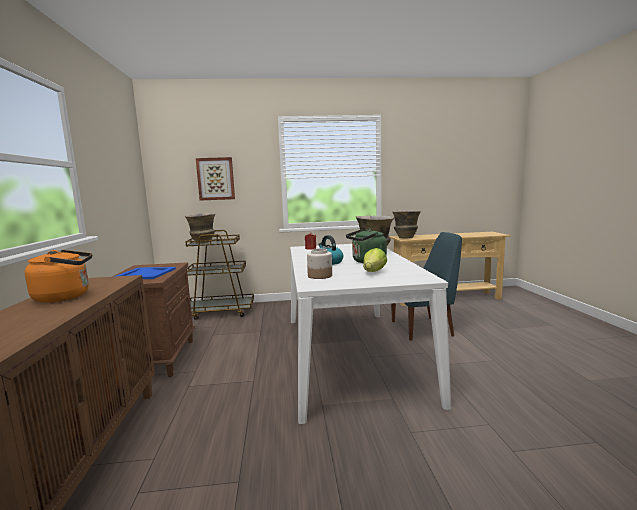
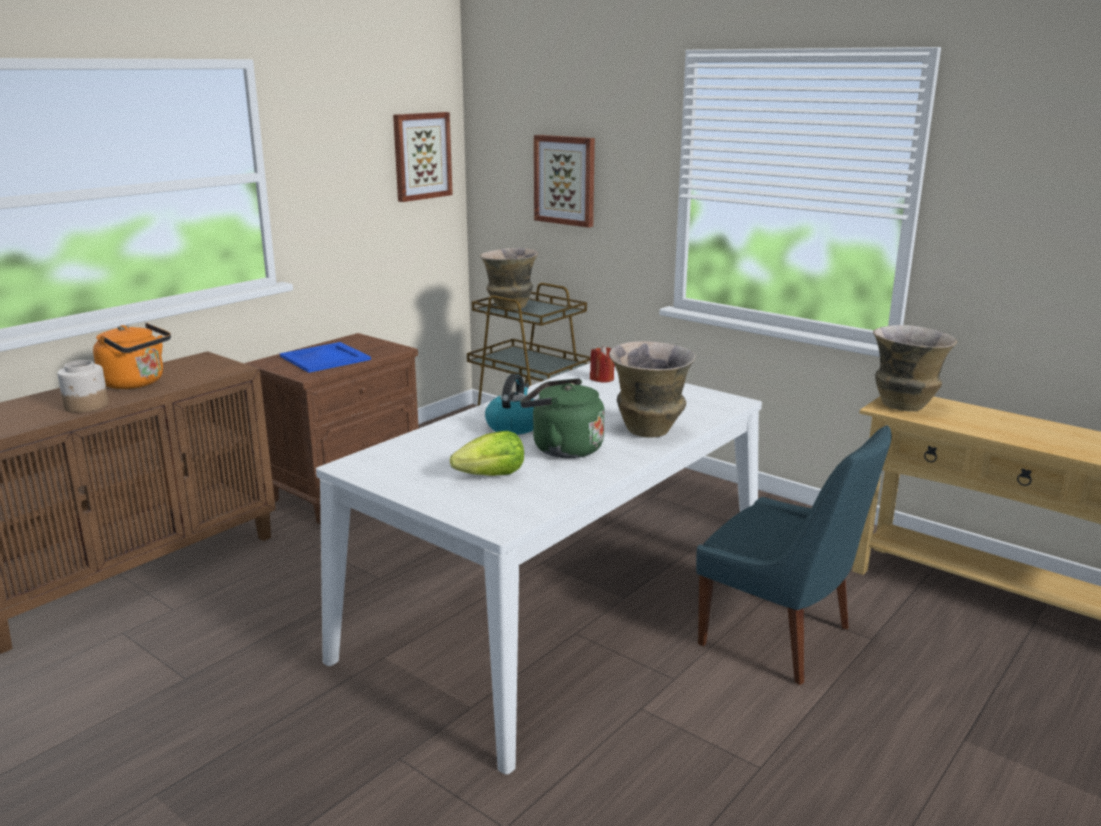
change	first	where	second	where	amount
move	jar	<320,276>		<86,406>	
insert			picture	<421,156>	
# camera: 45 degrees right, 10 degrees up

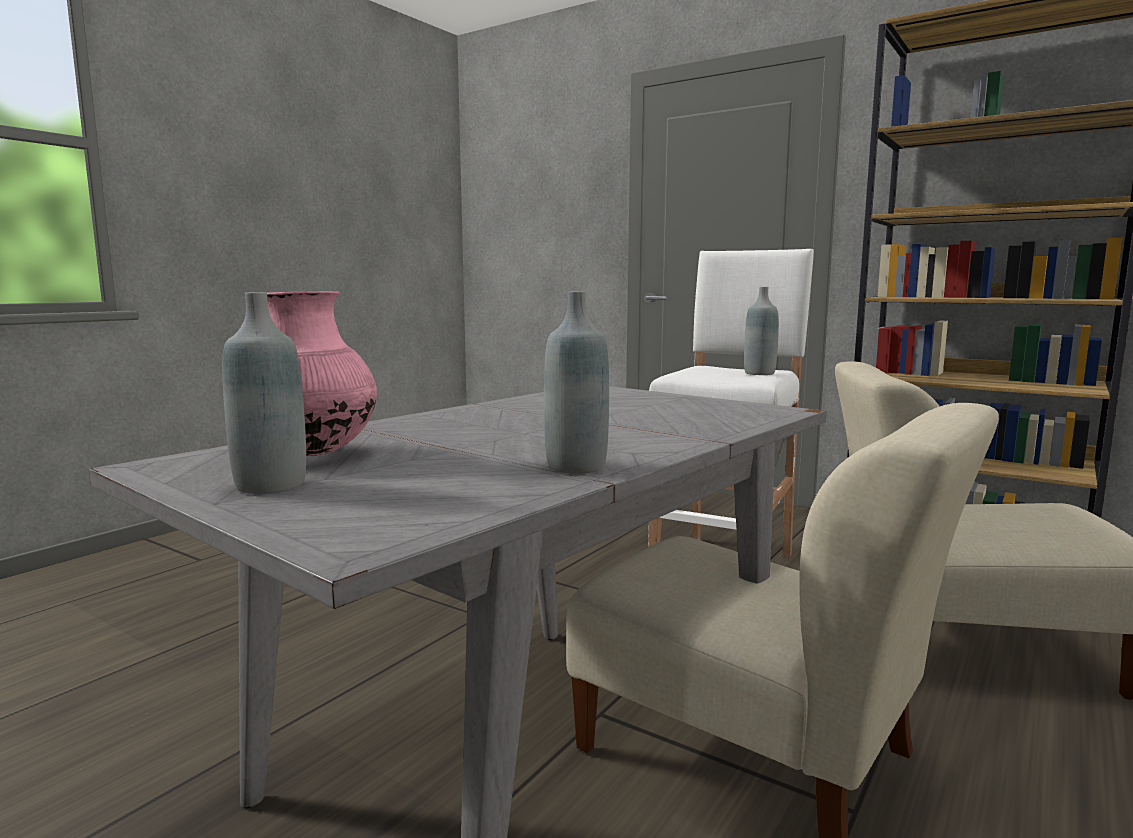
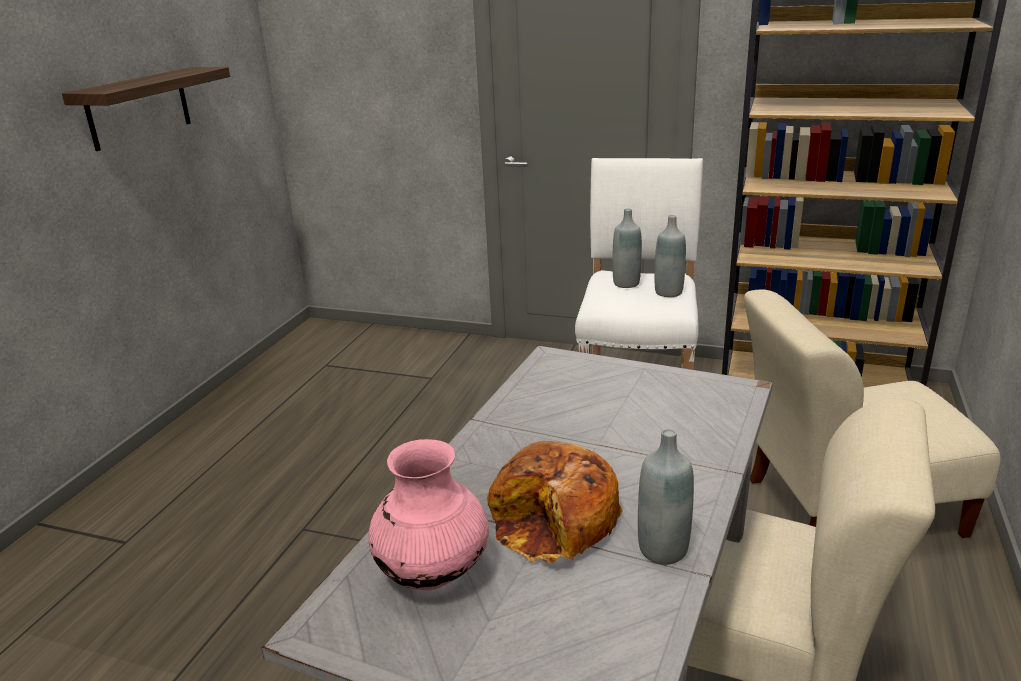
change	first	where	second	where	amount
insert			shelf	<139,108>	
insert			bread	<555,521>	
move	grey bottle	<270,485>		<626,283>	
# camera: 15 degrees left, 15 degrees up

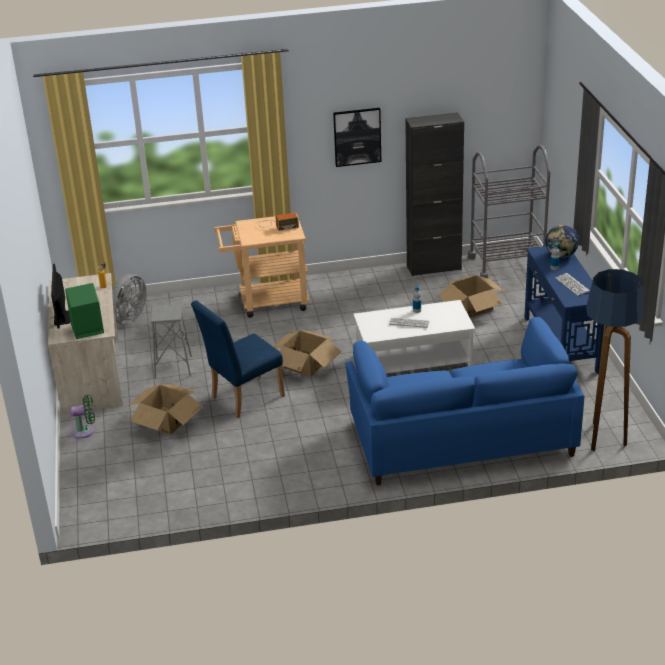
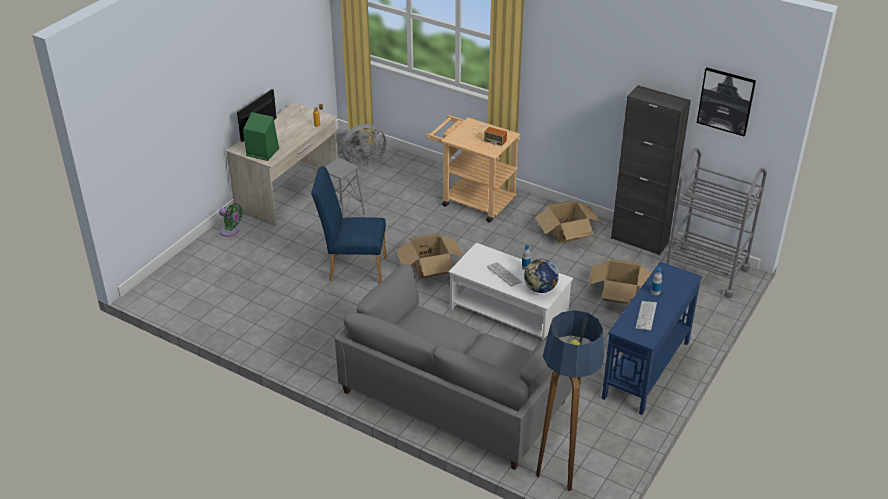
change	first	where	second	where	amount
recolor	blue sofa	<461,437>	grey sofa	<454,396>	
move	globe	<561,255>		<540,289>	
move	cardboard box	<166,420>		<567,232>	
move	picture	<357,136>		<726,101>	
# camera: 40 degrees right, 5 degrees up

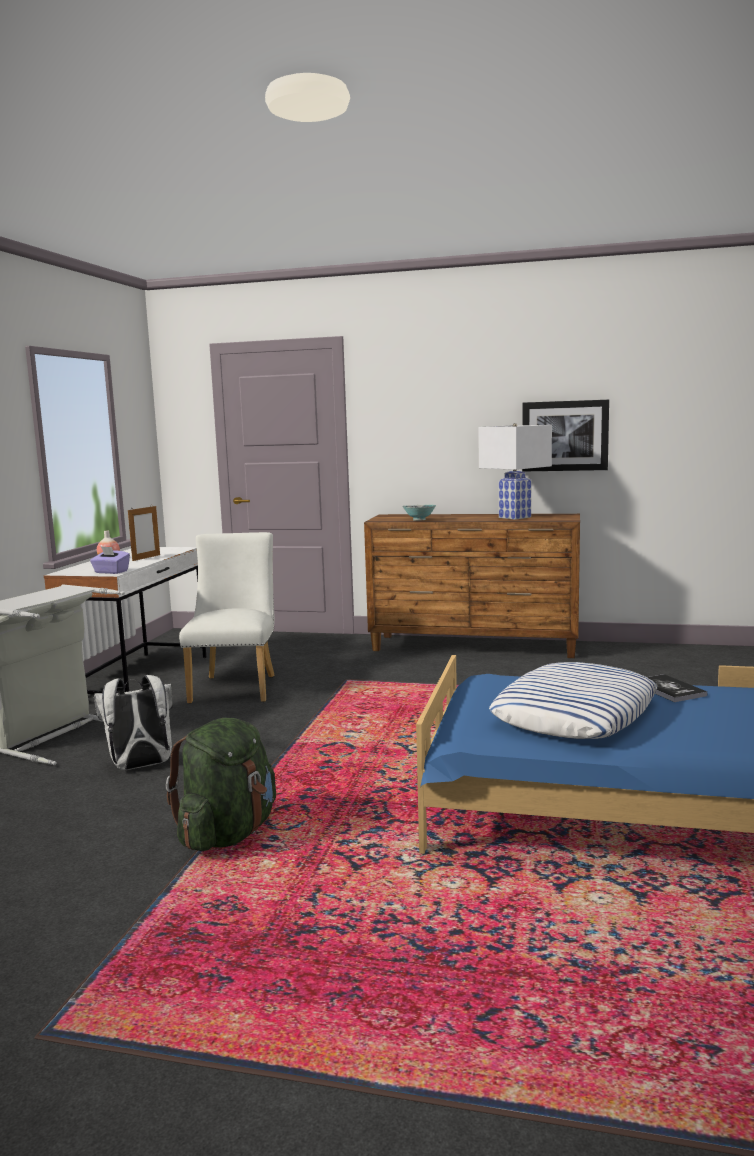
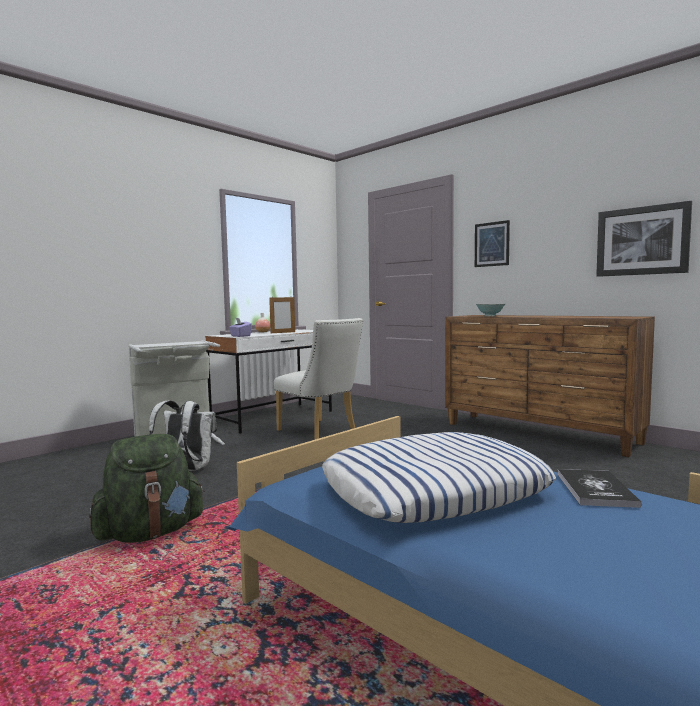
change	first	where	second	where	amount
rotate	white chair	<236,687>		<321,432>	105 degrees clockwise
insert			picture	<491,244>	
delete	white table lamp	<514,517>			
# camera: 30 degrees right, 5 degrees down

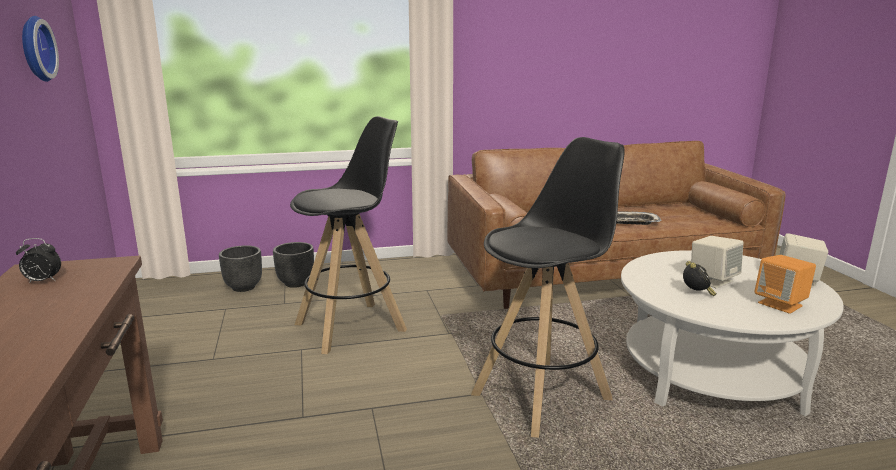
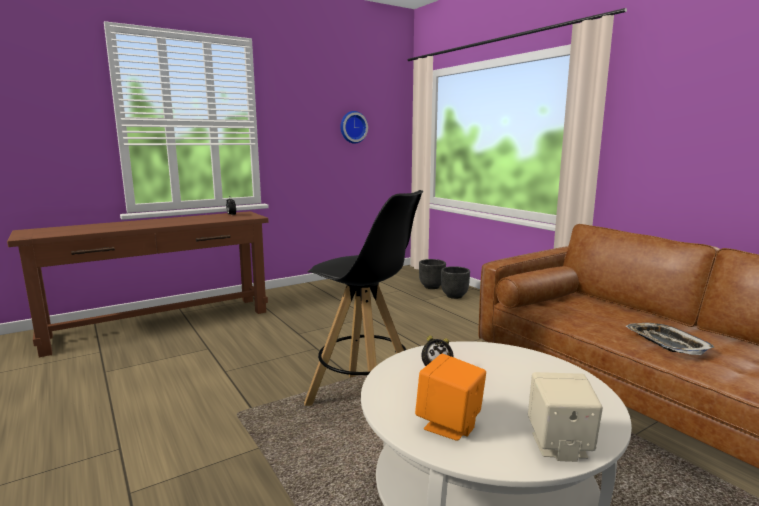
change	first	where	second	where	amount
delete	black stool	<352,327>			
delete	beige speaker	<713,281>			
# camera: 70 degrees right, 5 degrees down

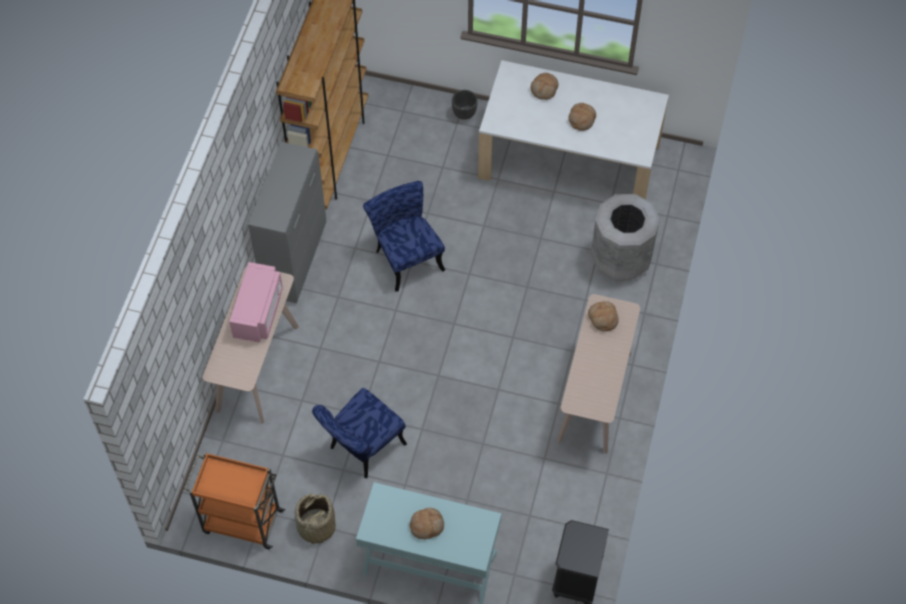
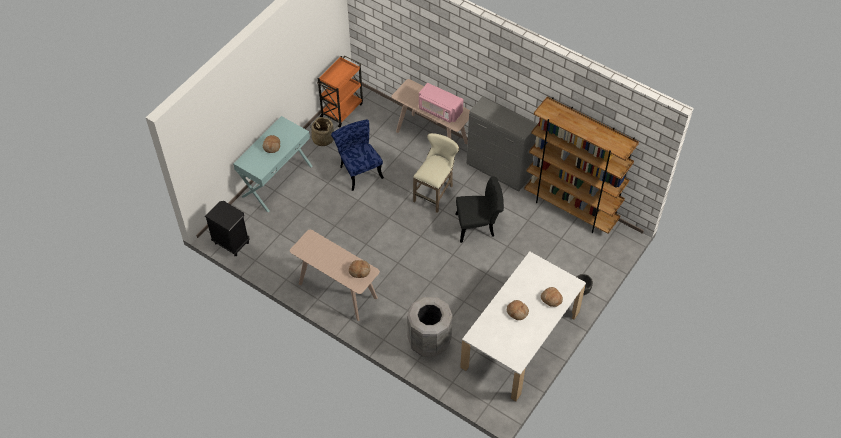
change	first	where	second	where	amount
insert			beige stool	<435,192>	
recolor	blue chair	<406,256>	black chair	<478,226>	
# camera: 110 degrees right, 5 degrees down

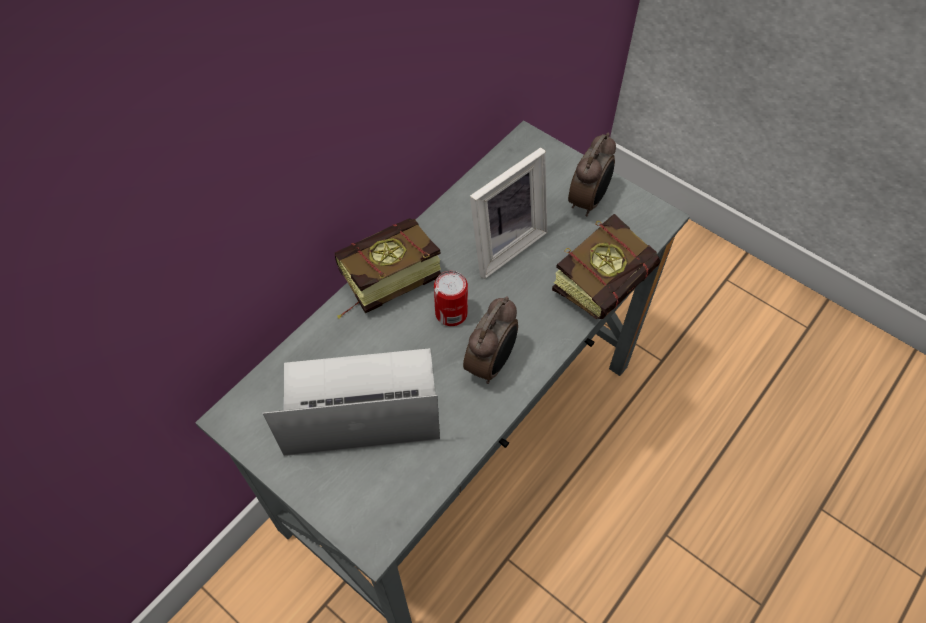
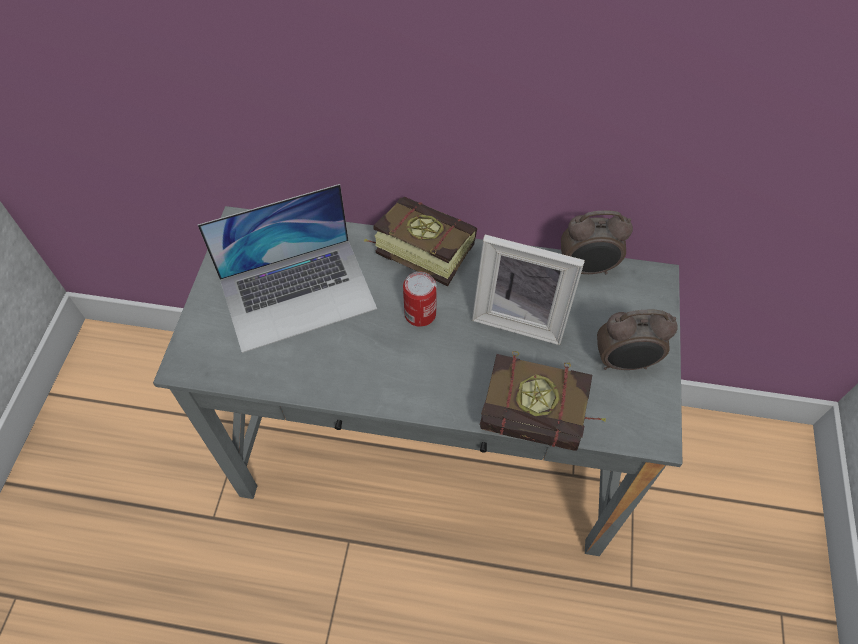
change	first	where	second	where	amount
rotate	laptop	<359,401>		<298,293>	105 degrees clockwise
move	alarm clock	<491,363>		<587,269>	
# camera: 60 degrees right, 0 degrees up

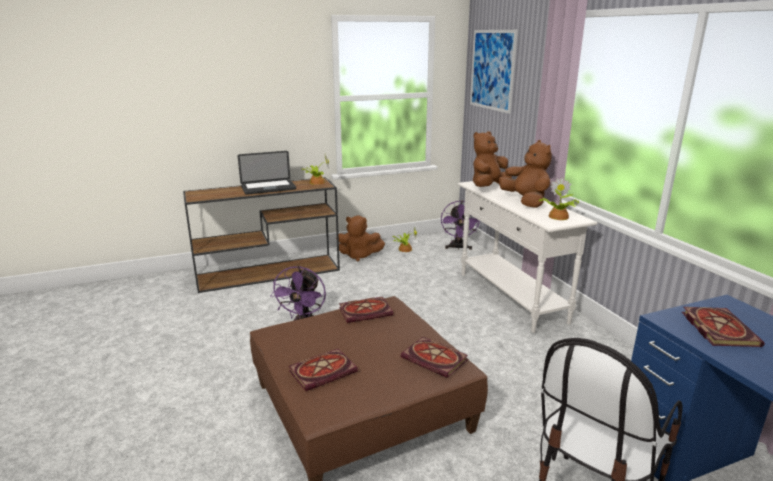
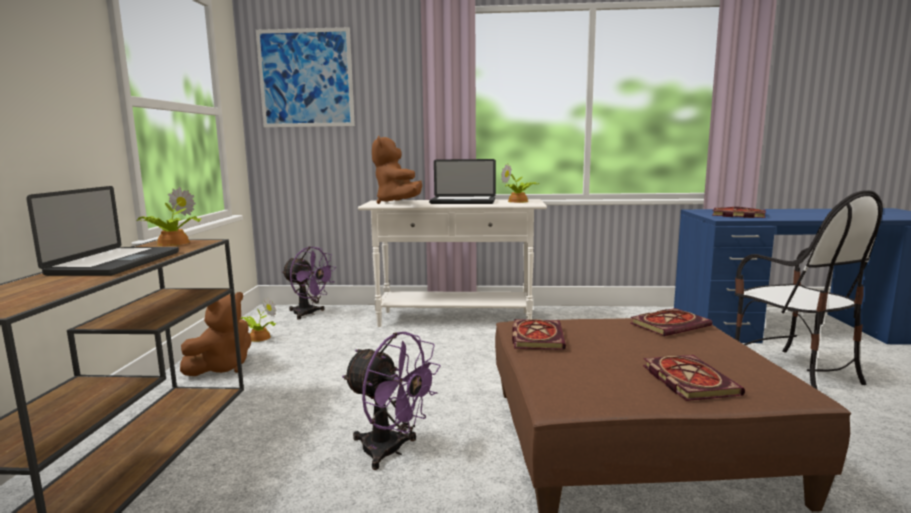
change	first	where	second	where	amount
replace	brown plush toy	<525,201>	laptop	<463,202>	
# camera: 65 degrees left, 10 degrees down

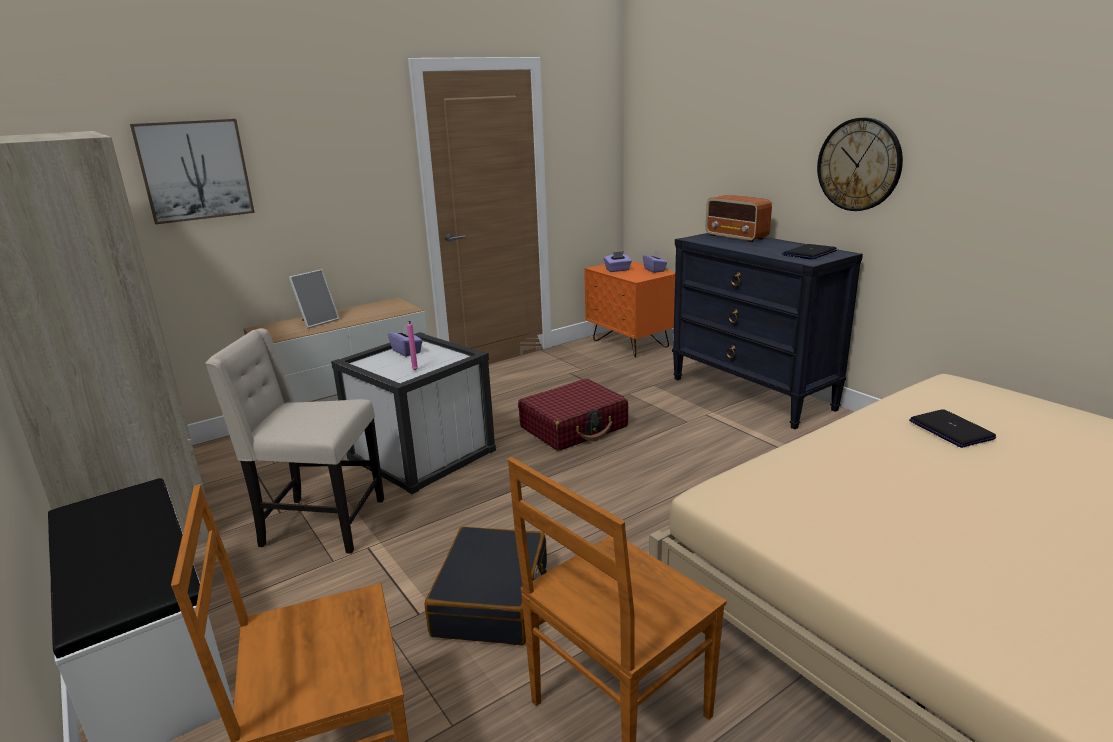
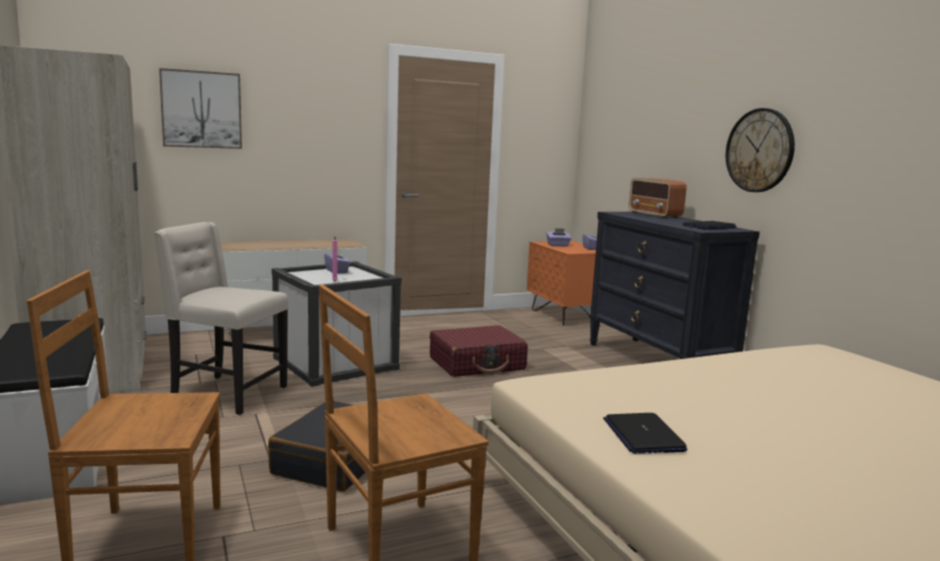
change	first	where	second	where	amount
move	laptop	<950,430>		<643,435>	
delete	picture frame	<317,321>			
# camera: 10 degrees right, 10 degrees down

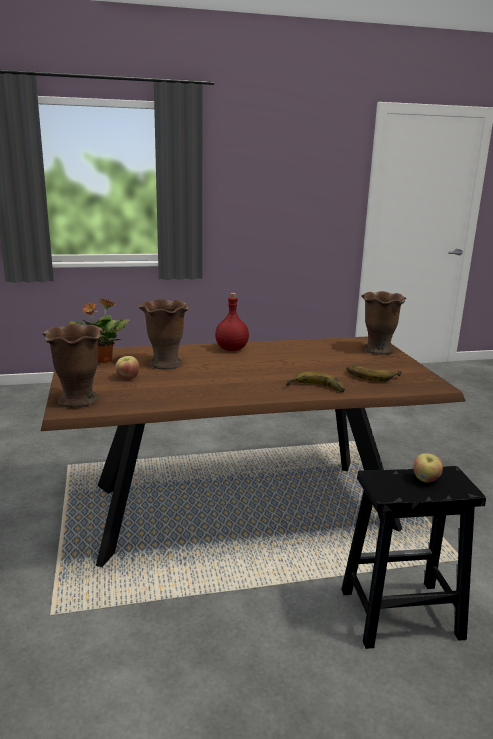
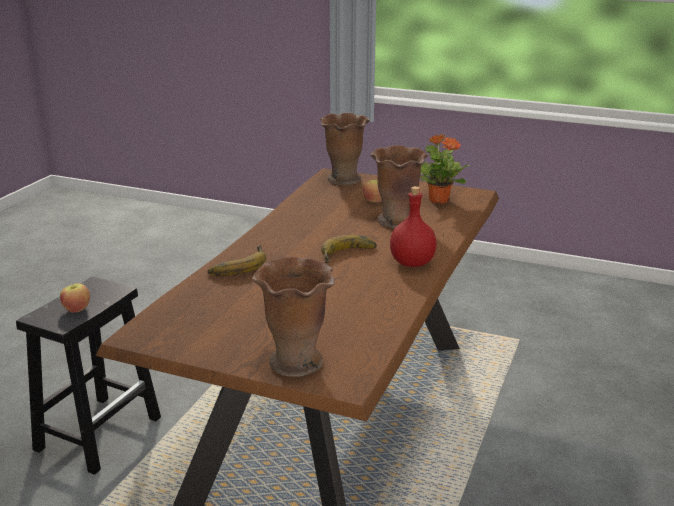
change	first	where	second	where	amount
move	banana	<372,375>		<349,255>	
# camera: 125 degrees right, 5 degrees up

